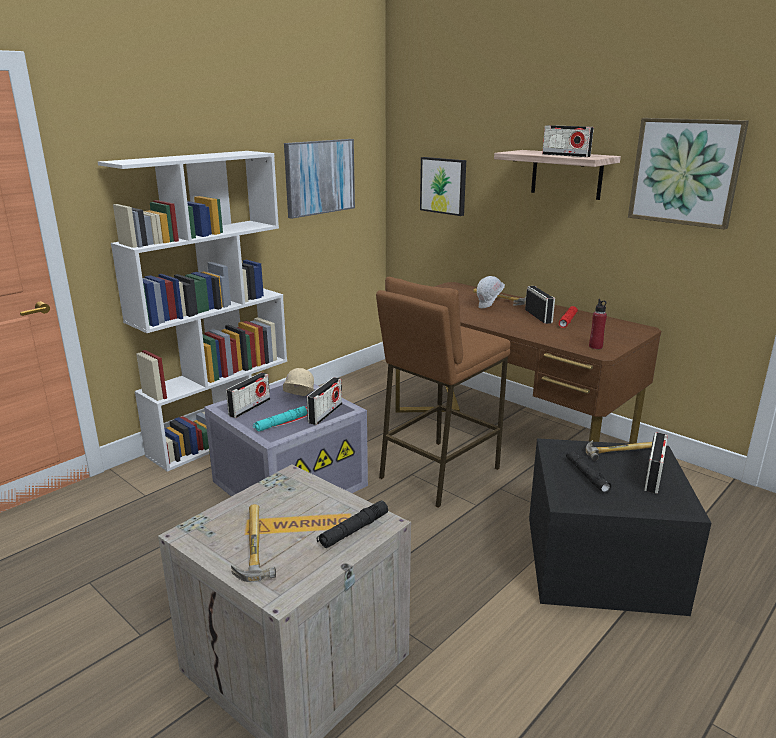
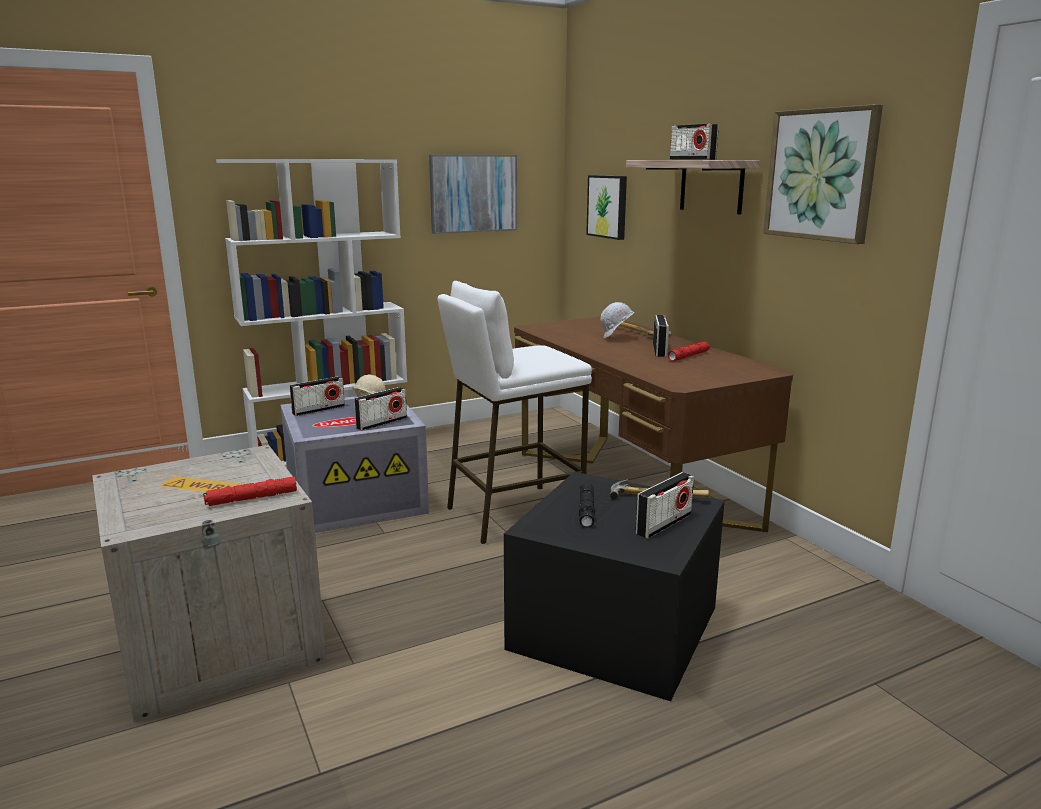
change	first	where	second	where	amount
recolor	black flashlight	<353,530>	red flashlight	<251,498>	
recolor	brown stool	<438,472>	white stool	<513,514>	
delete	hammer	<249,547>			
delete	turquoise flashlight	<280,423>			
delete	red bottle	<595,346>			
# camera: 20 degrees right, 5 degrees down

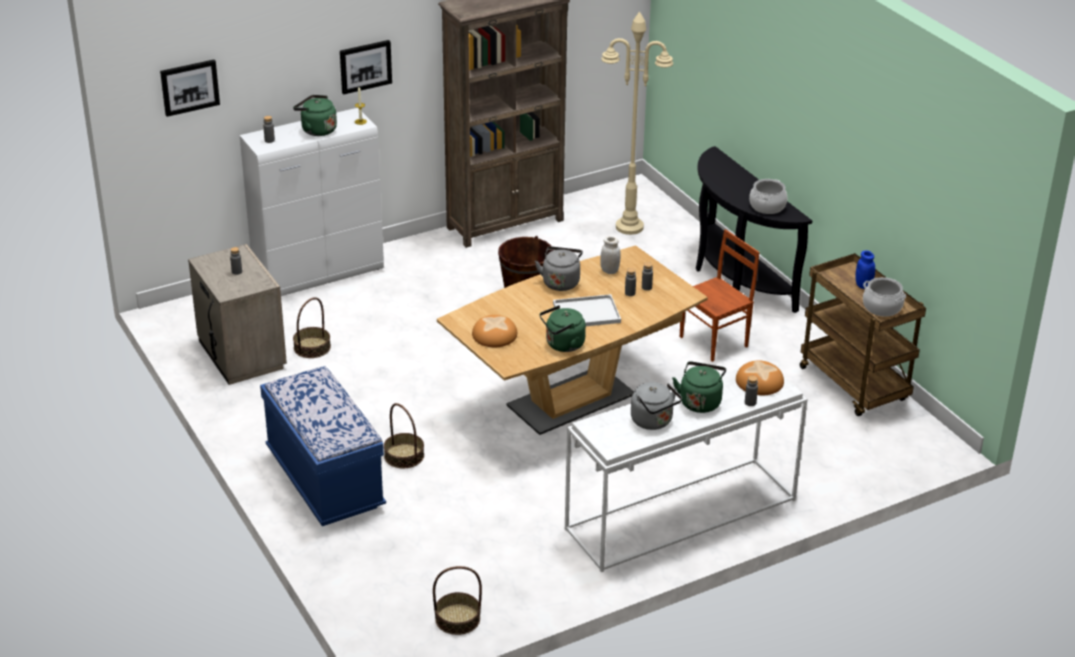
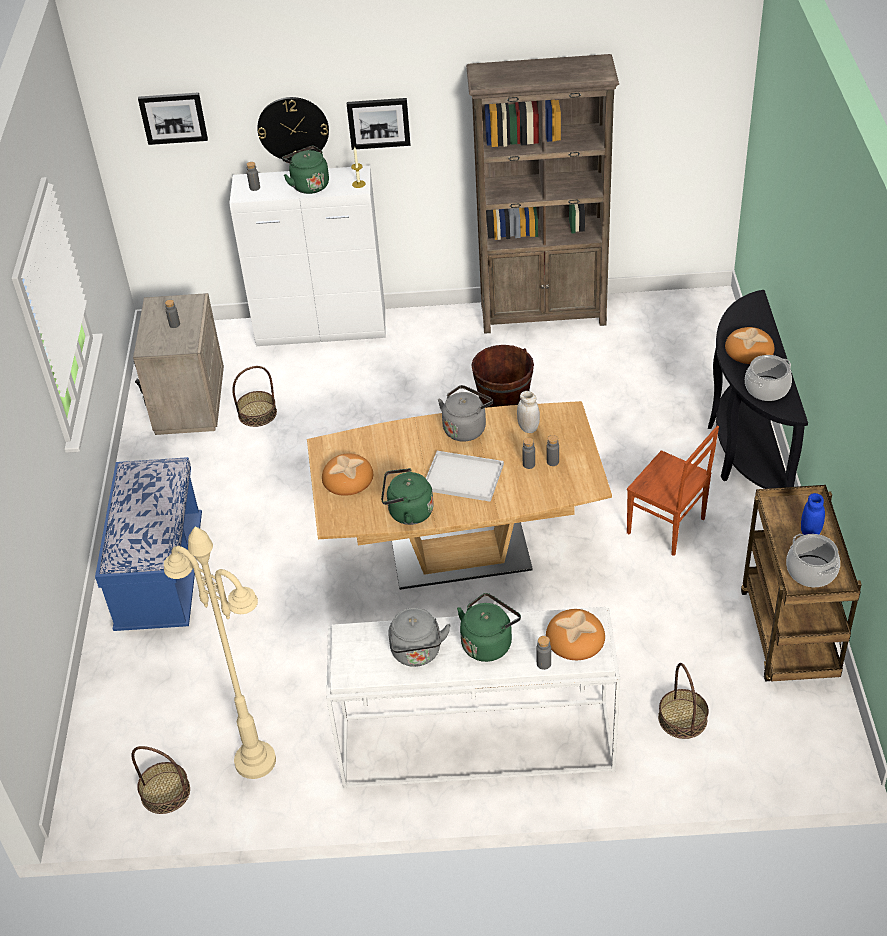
change	first	where	second	where	amount
move	beige floor lamp	<630,227>		<256,761>	
insert			wall clock	<293,128>	
rotate	brown chair	<715,342>		<666,527>	45 degrees clockwise
move	basket	<404,456>		<682,718>	
insert			bread	<749,349>	
# camera: 30 degrees right, 10 degrees up

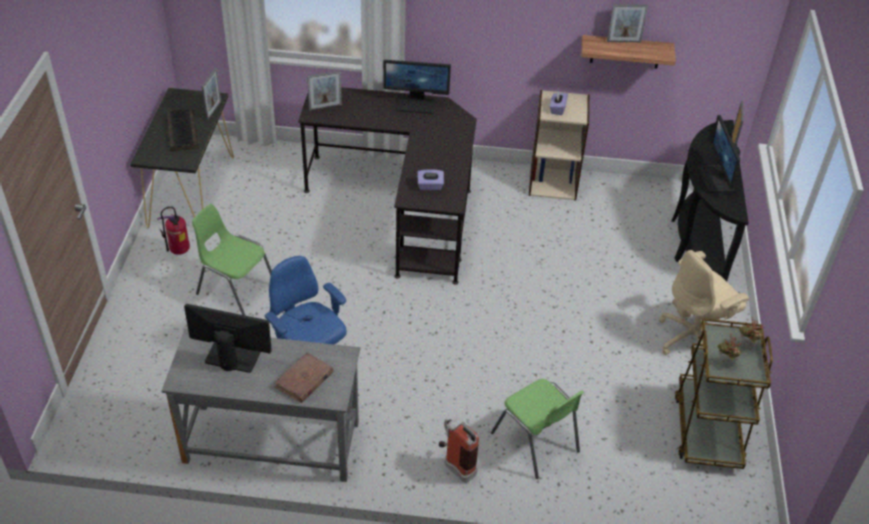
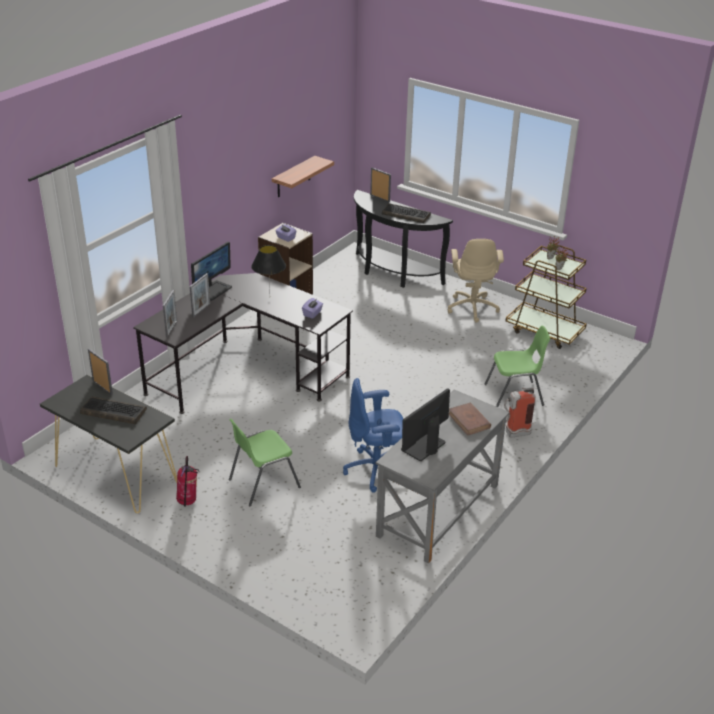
change	first	where	second	where	amount
move	picture frame	<623,41>		<201,310>	
insert			black table lamp	<269,297>	
replace	monitor	<717,179>	keyboard	<406,214>	
# camera: 60 degrees left, 10 degrees down

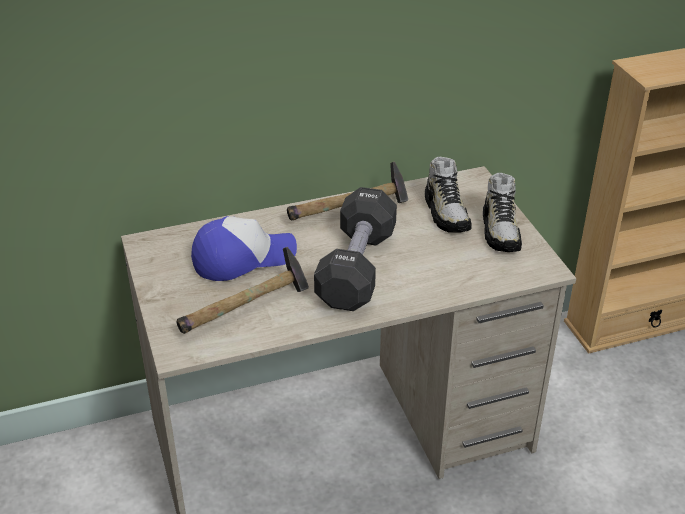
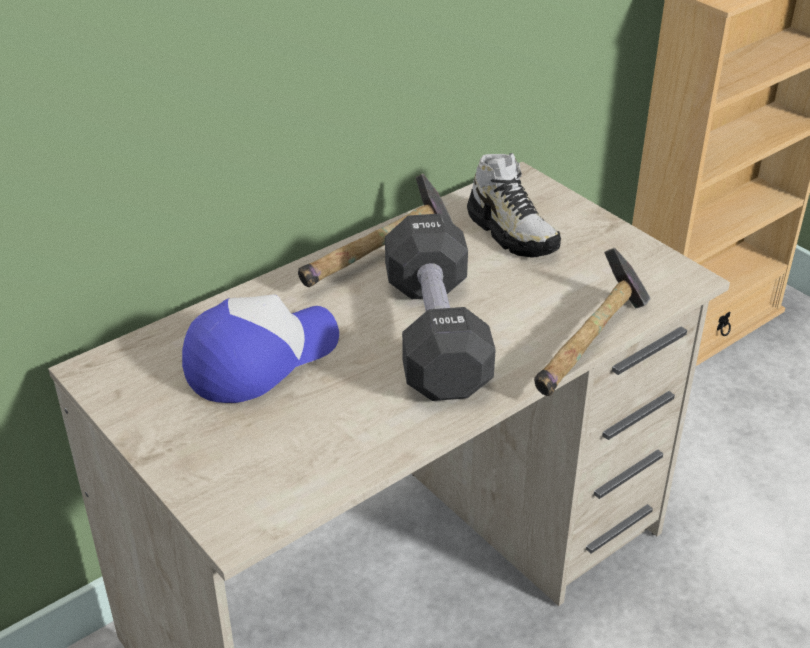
change	first	where	second	where	amount
move	hammer	<247,309>		<591,345>	
delete	shoe	<500,231>			
# camera: 20 degrees left, 0 degrees up

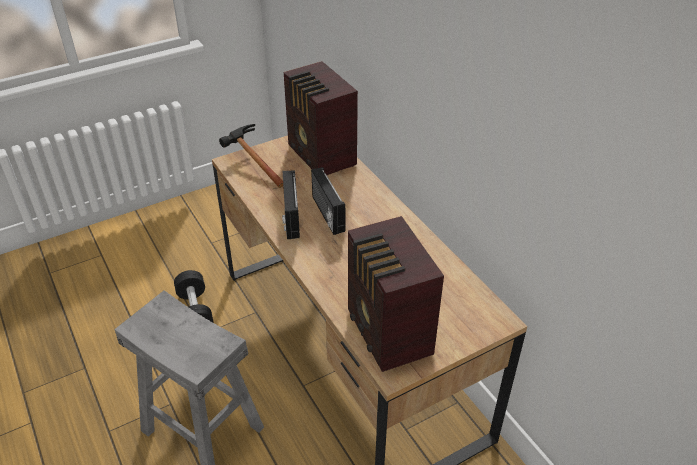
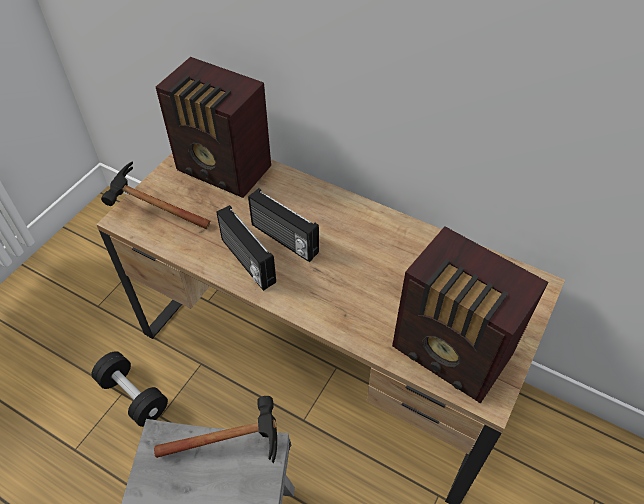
change	first	where	second	where	amount
insert			hammer	<235,442>	
# camera: 30 degrees left, 10 degrees up

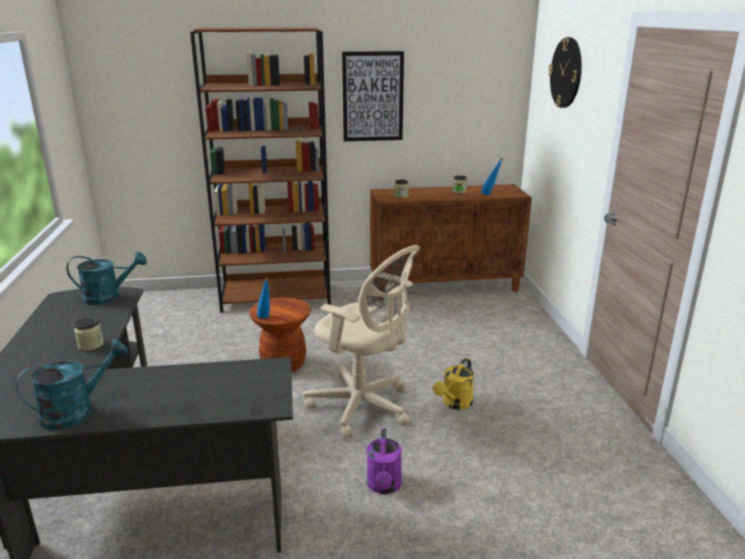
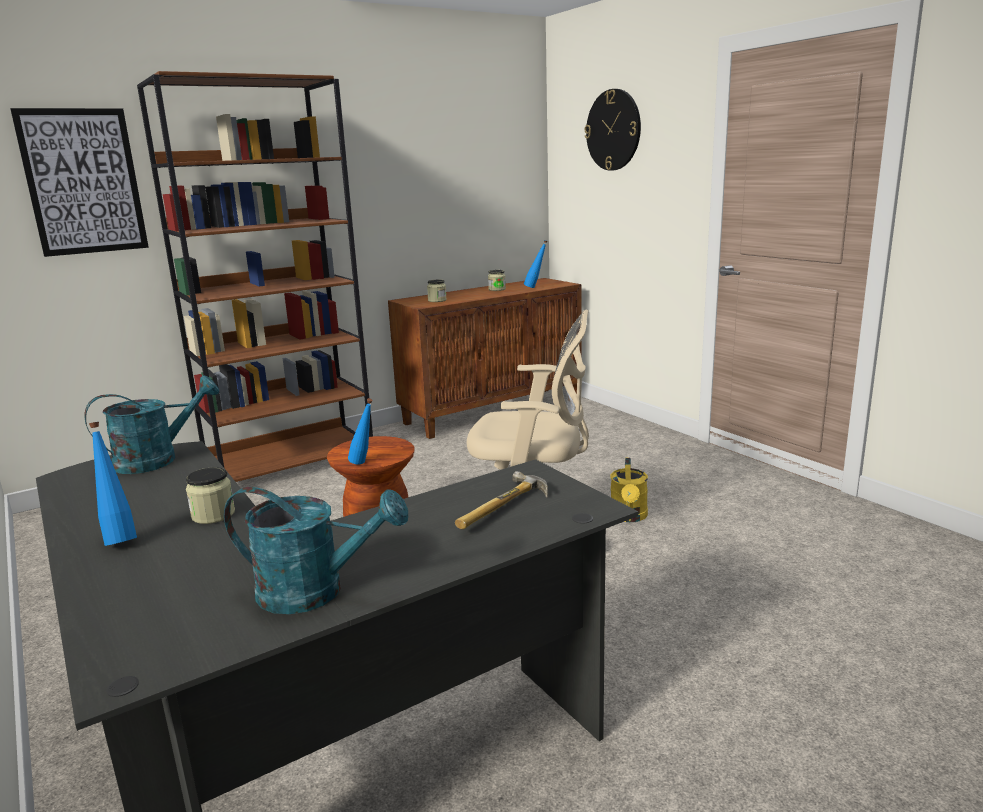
change	first	where	second	where	amount
move	picture	<373,97>		<83,182>	
insert			blue bottle	<120,539>	
rotate	turquoise watering can	<77,411>		<316,591>	75 degrees clockwise
insert			hammer	<507,509>	
delete	purple watering can	<384,486>			
# camera: 25 degrees left, 5 degrees down

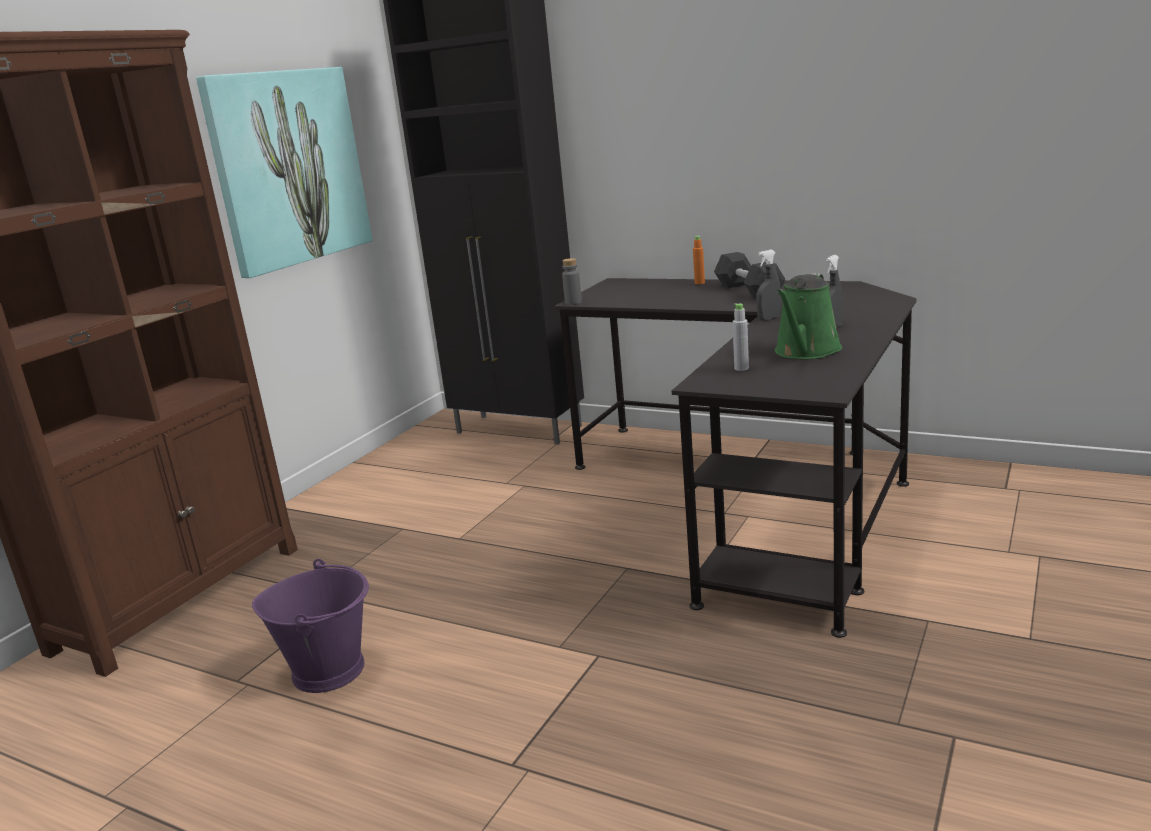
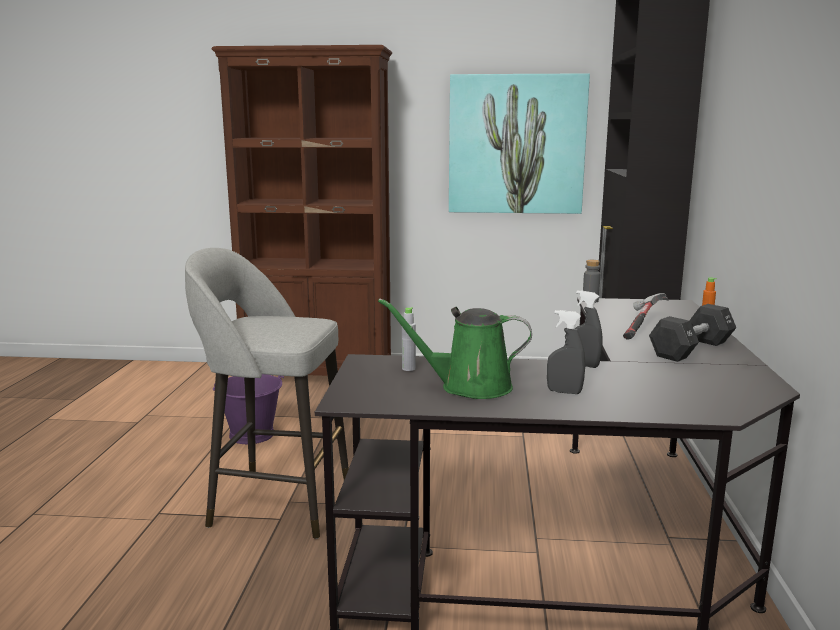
change	first	where	second	where	amount
insert			grey stool	<277,502>	
insert			hammer	<641,326>	
# camera: 65 degrees right, 5 degrees down

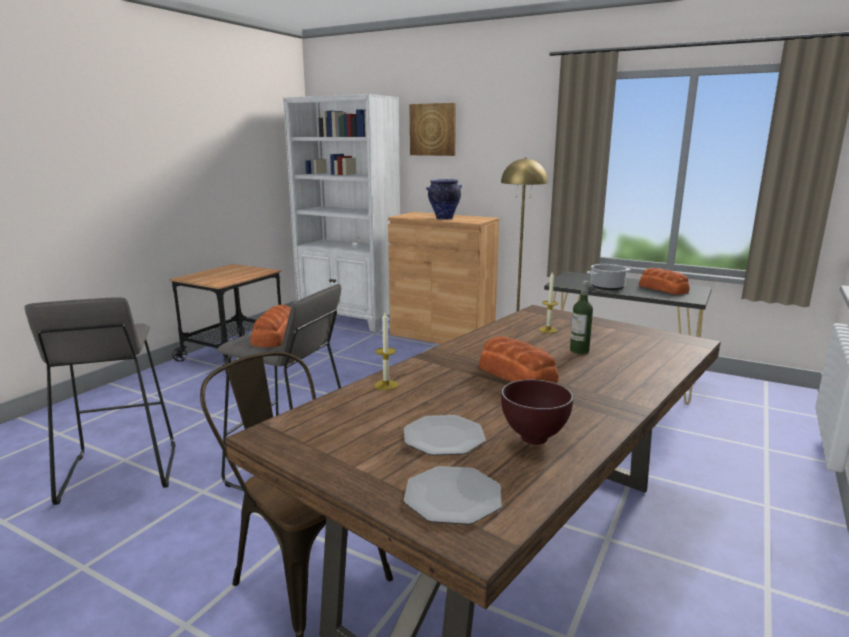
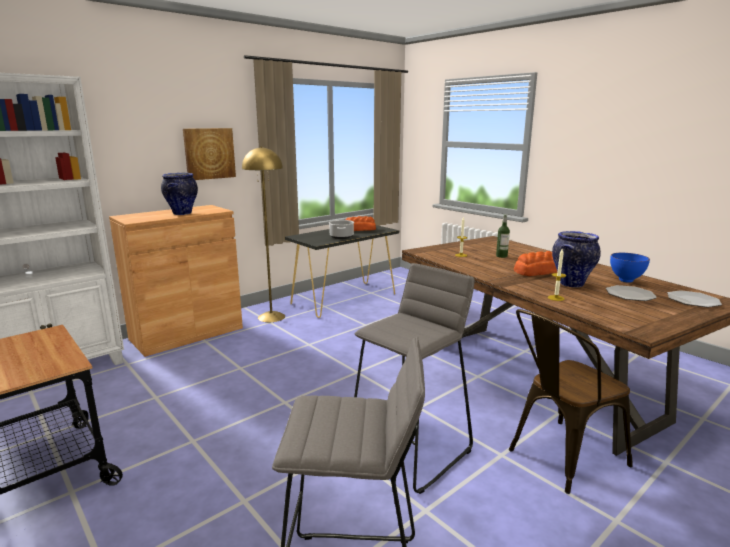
change	first	where	second	where	amount
move	picture	<433,129>		<209,153>	
insert			vase	<571,284>	
recolor	brown bowl	<532,440>	blue bowl	<626,281>	
delete	bread	<275,336>			
# camera: 70 degrees left, 0 degrees up

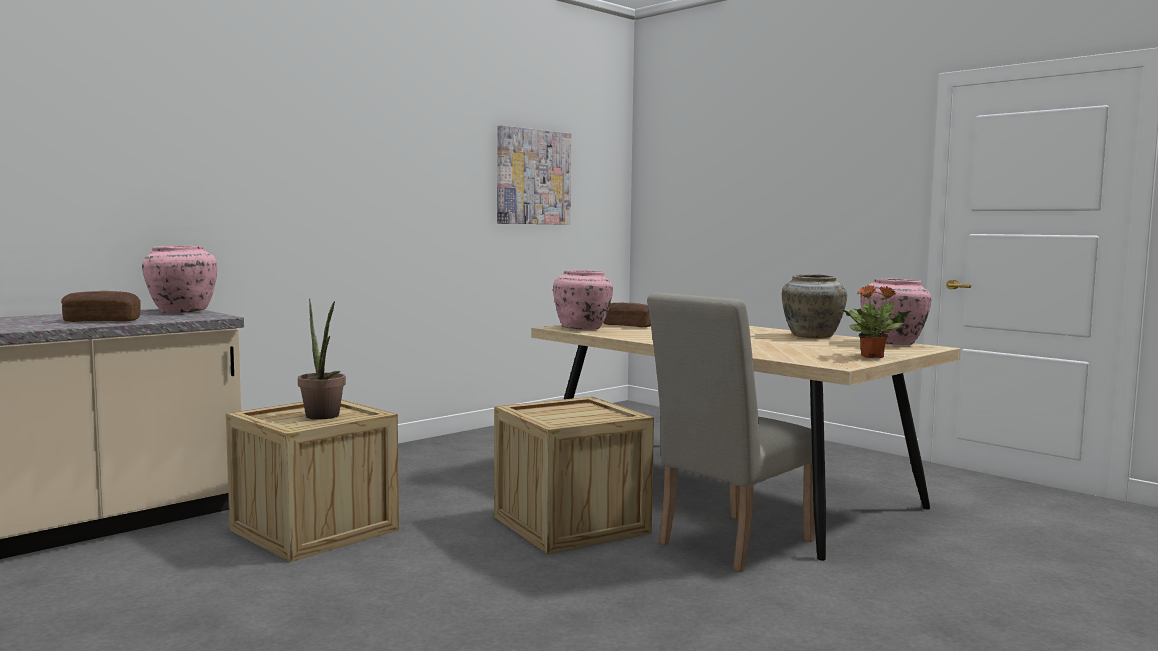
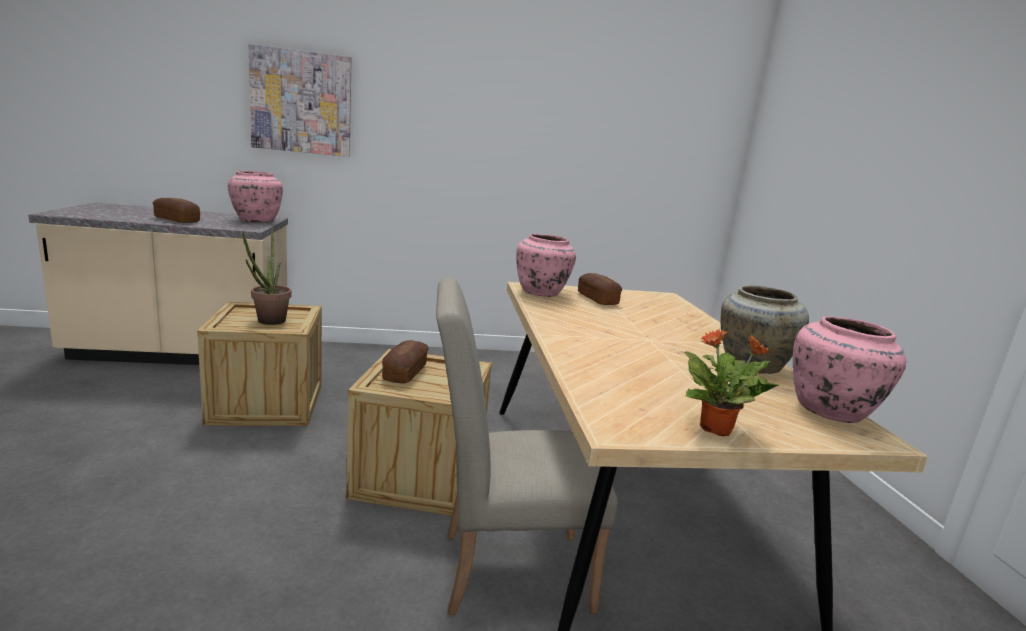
change	first	where	second	where	amount
move	picture	<533,177>		<301,102>	
insert			bread	<405,372>	
# camera: 35 degrees right, 10 degrees up

